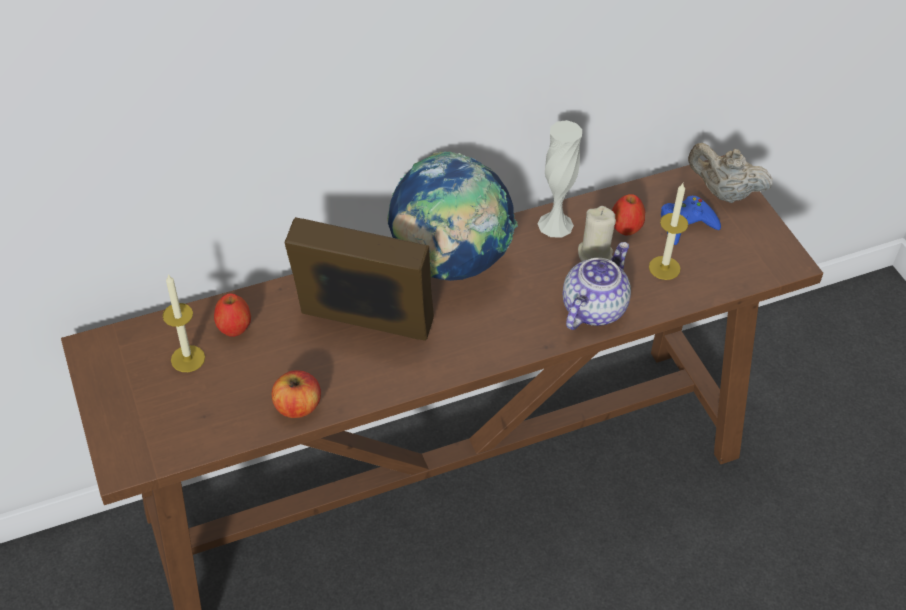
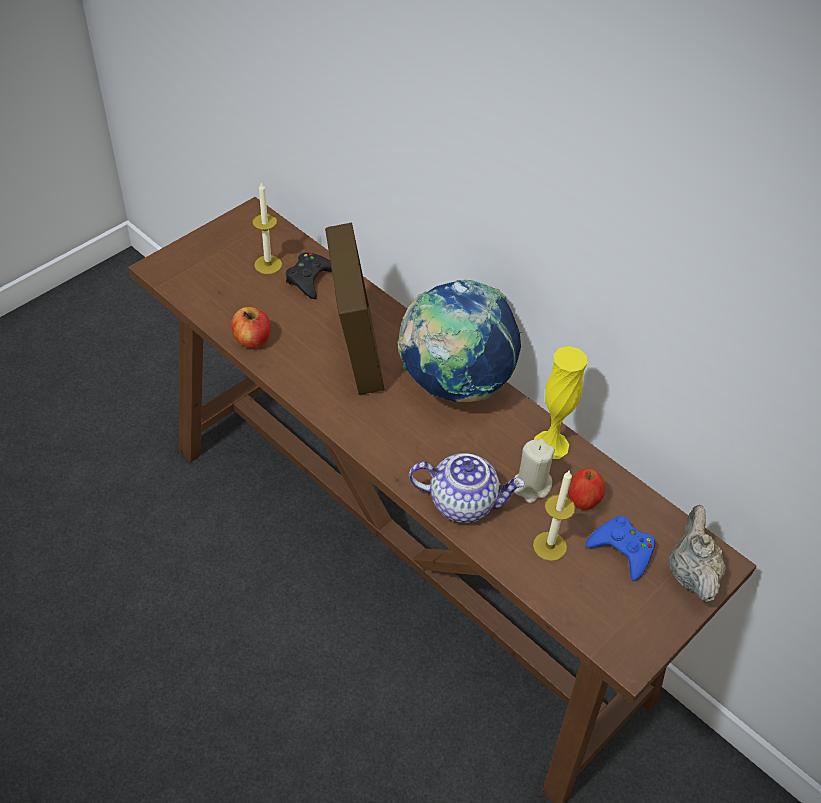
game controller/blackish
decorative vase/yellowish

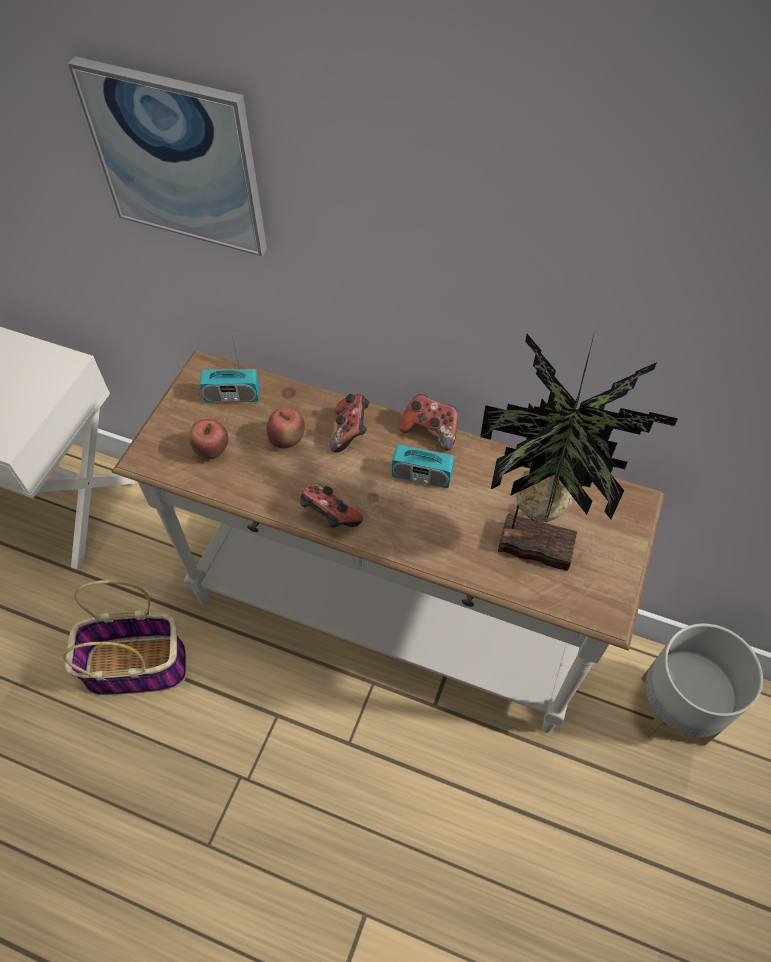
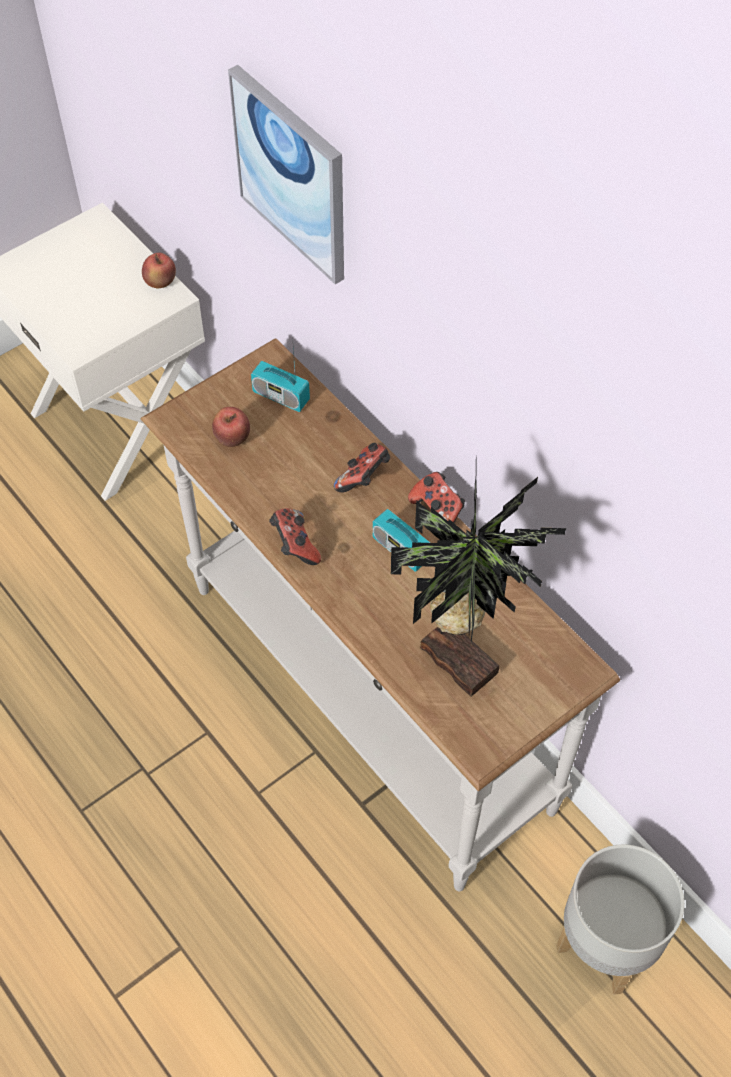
storage basket
apple (no. 1 from left)

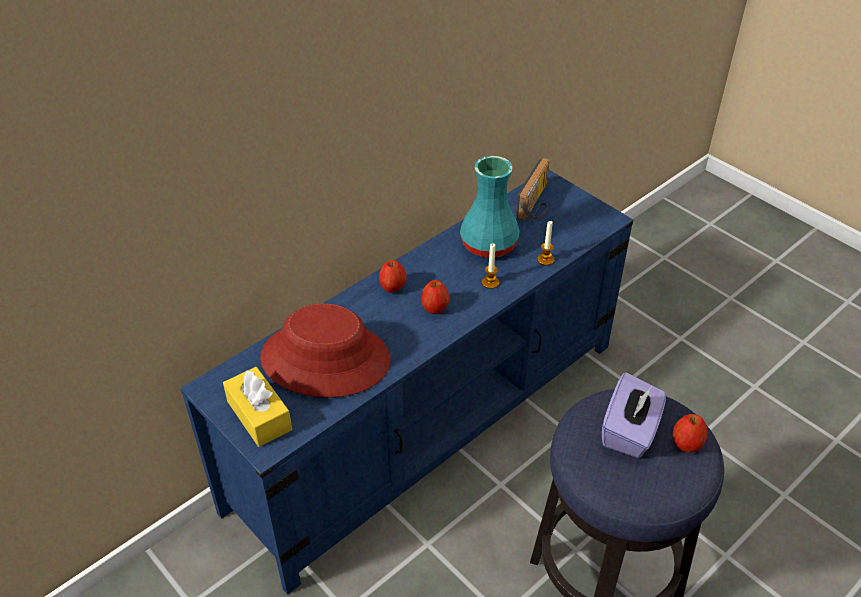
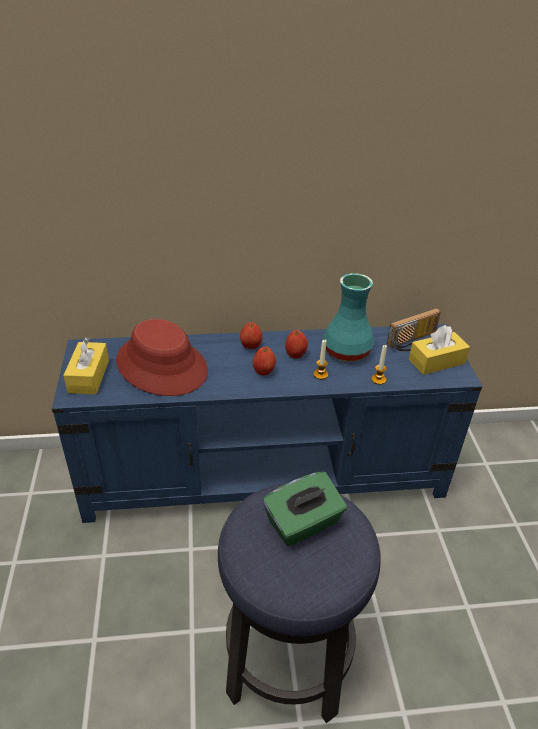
tissue holder/yellowish (no. 2 from left)
apple (no. 3 from left)
tissue holder/green

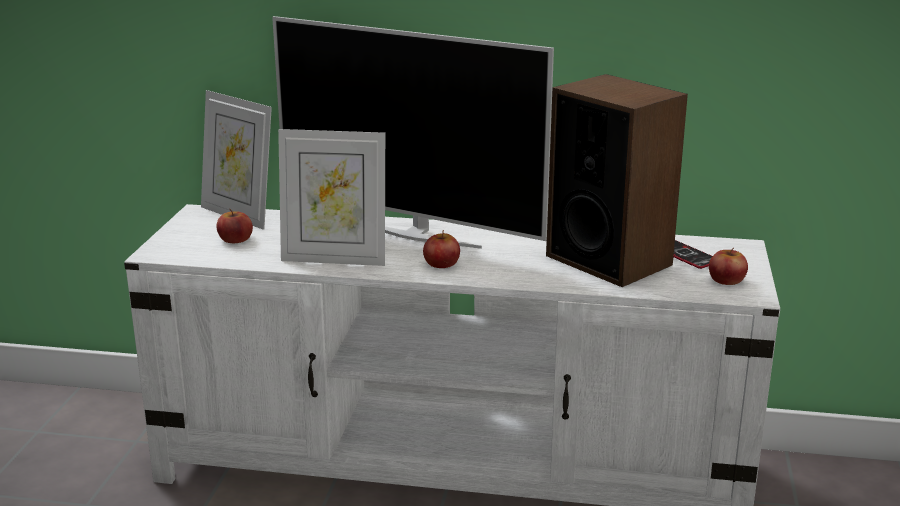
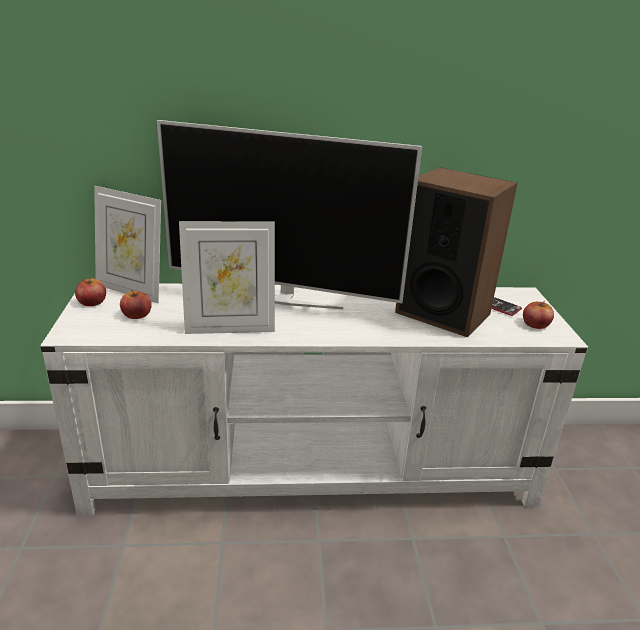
apple (no. 1 from left)

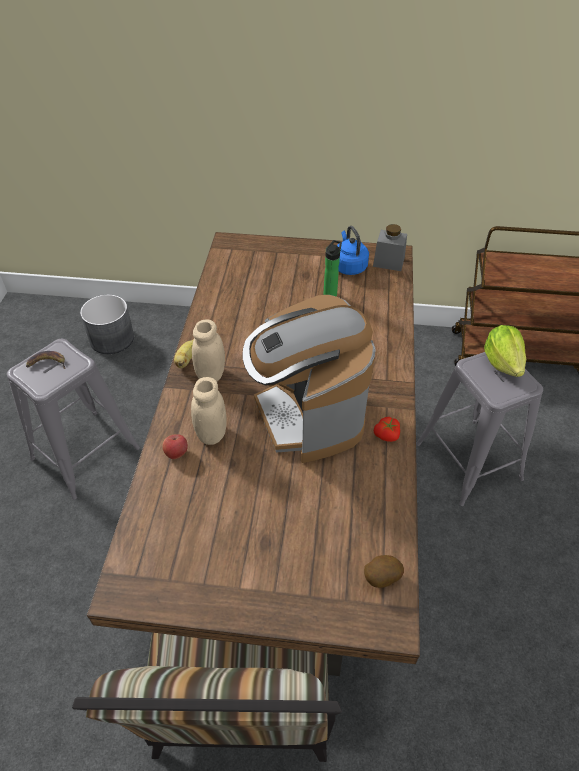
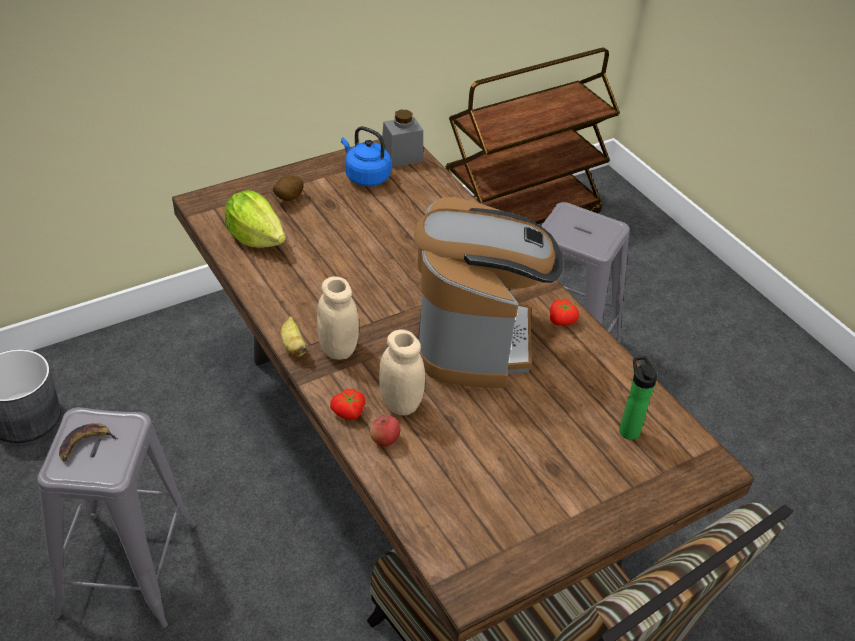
tomato (no. 1 from left)
bottle
spud
head of lettuce
coffee brewer

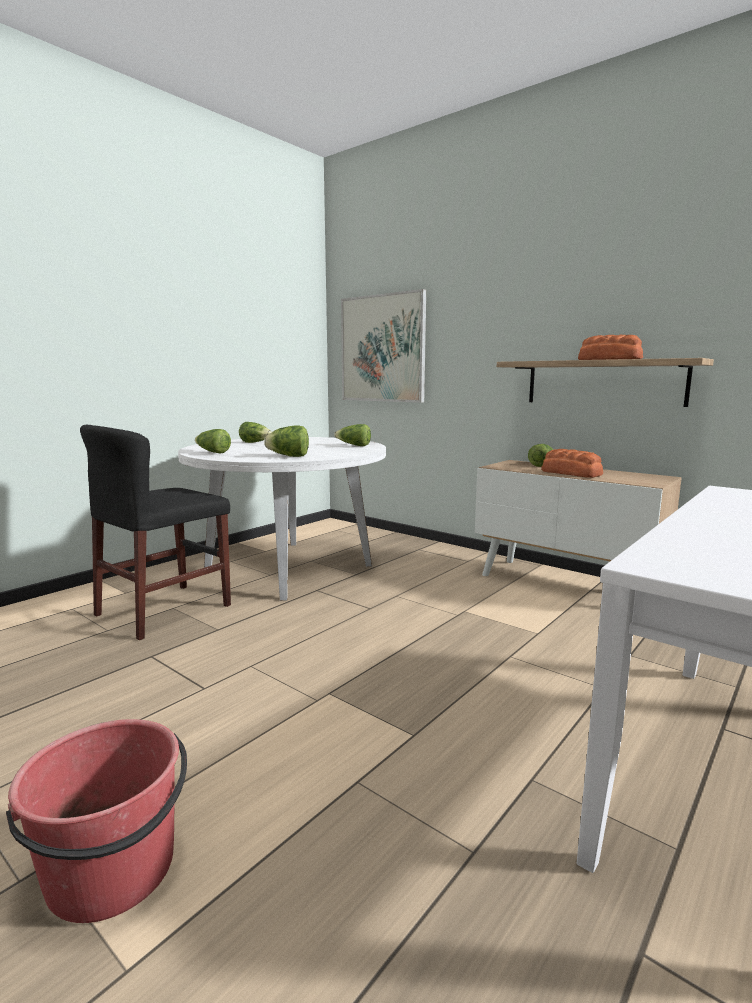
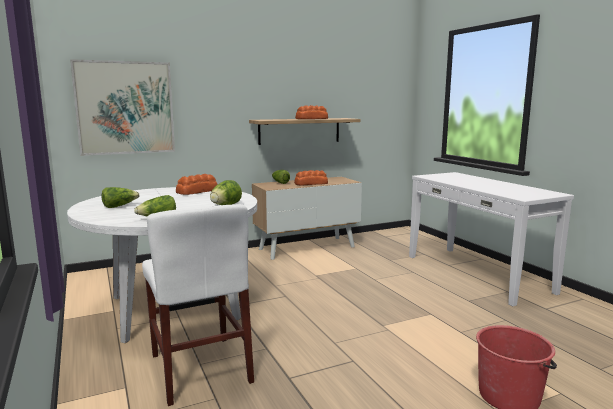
bread (no. 1 from left)
plain chair/whitish

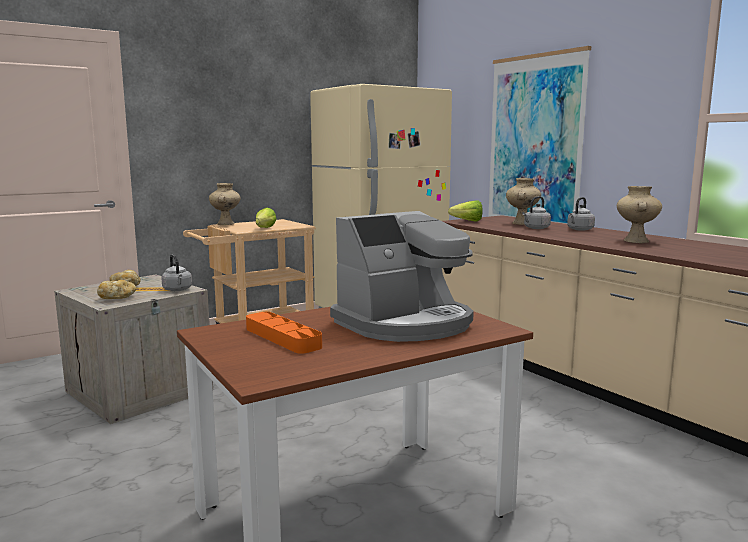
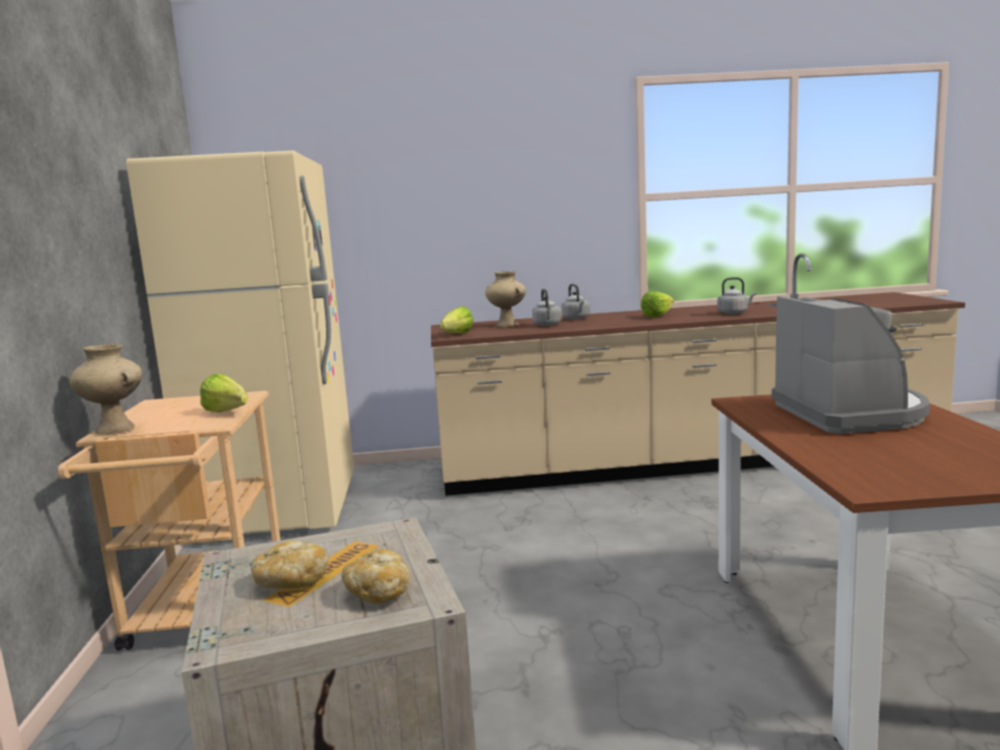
tray/orange-coloured
wall picture
tea kettle/gray (no. 3 from left)
head of lettuce (no. 3 from left)

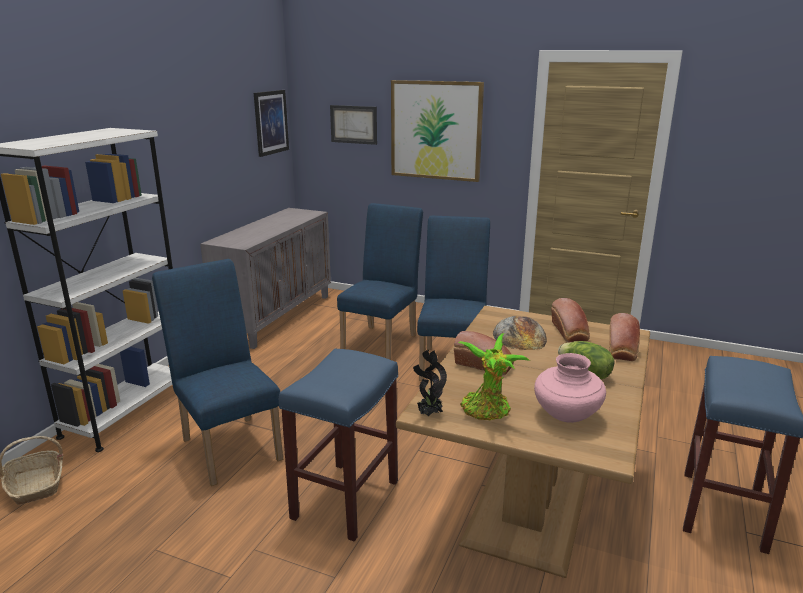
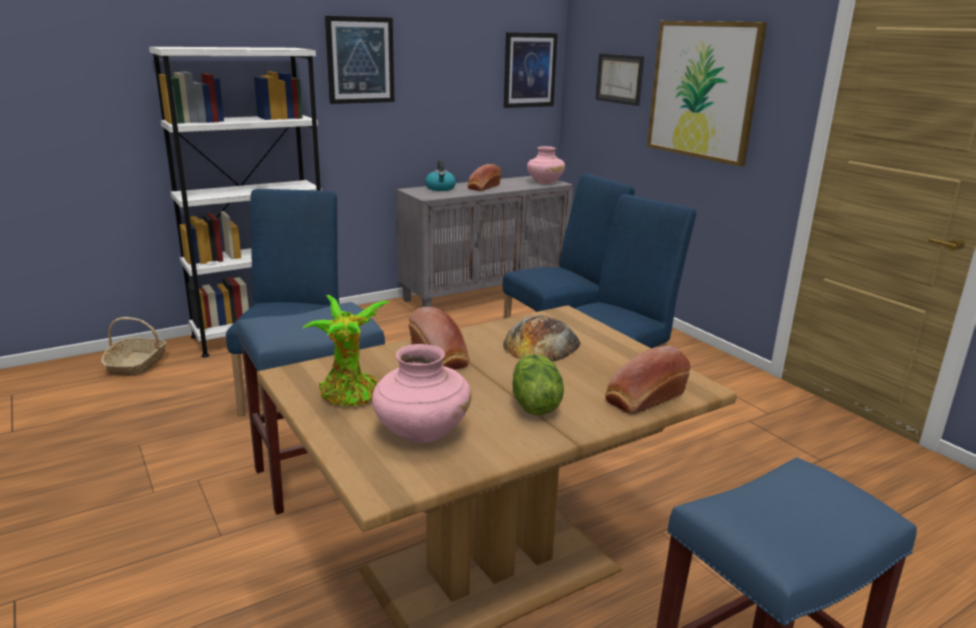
potted plant (no. 1 from left in the first image)
wall picture (no. 1 from left)
tea kettle
decorative vase/pink-coloured (no. 2 from left)
bread (no. 2 from left)

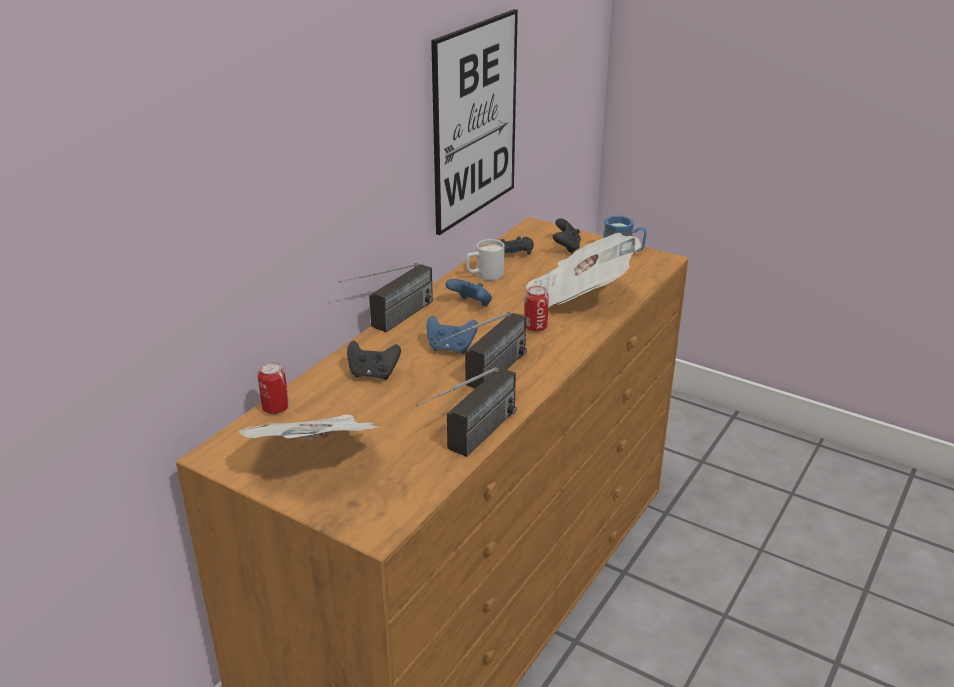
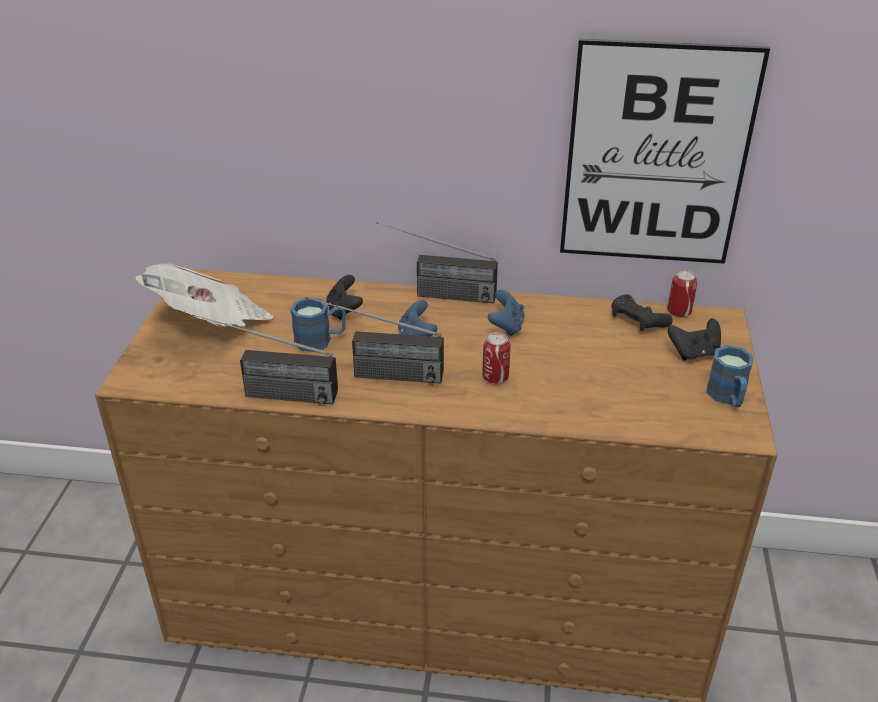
coffee mug/whitish
daily paper (no. 2 from left in the first image)
coffee mug/bluish (no. 1 from left)
can (no. 2 from left)

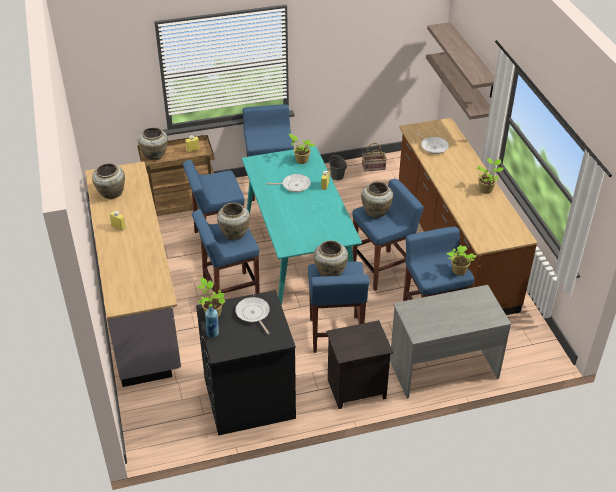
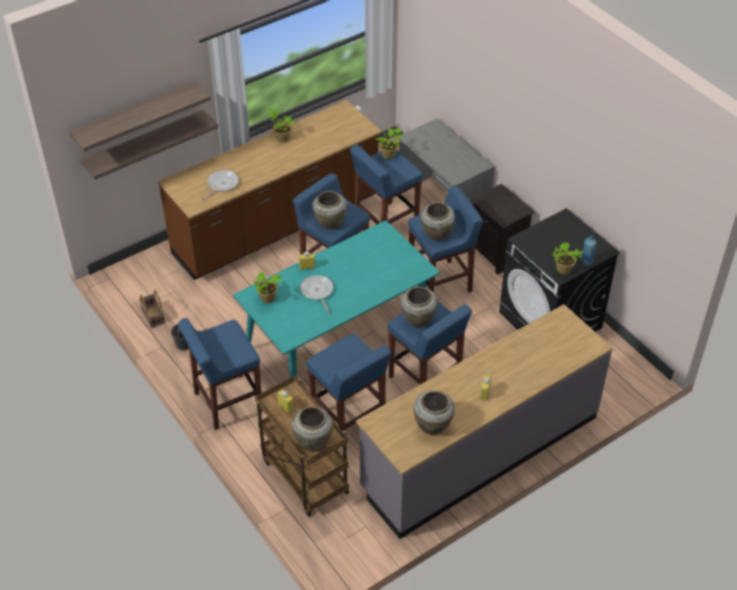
frying pan (no. 1 from left in the first image)

